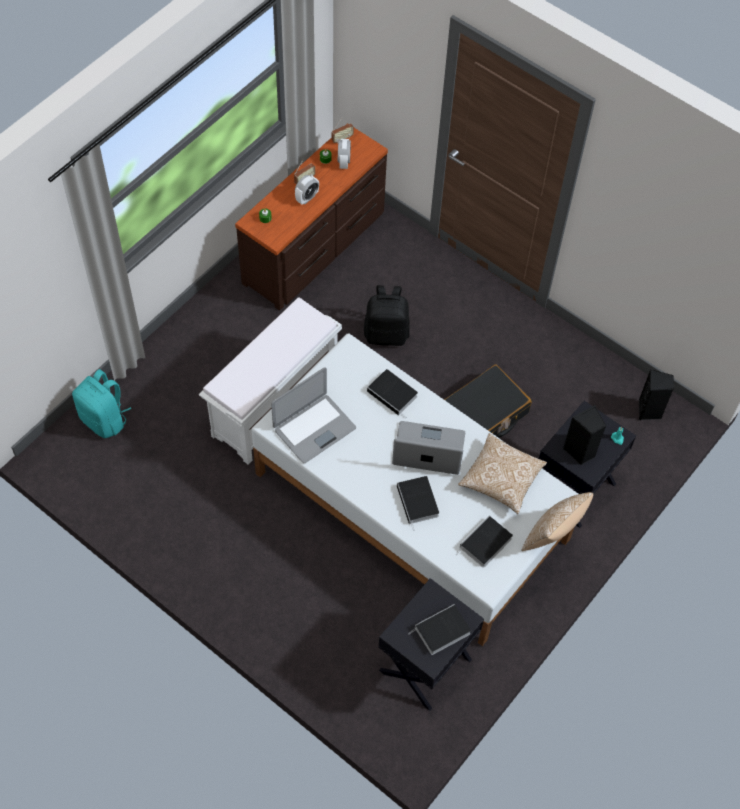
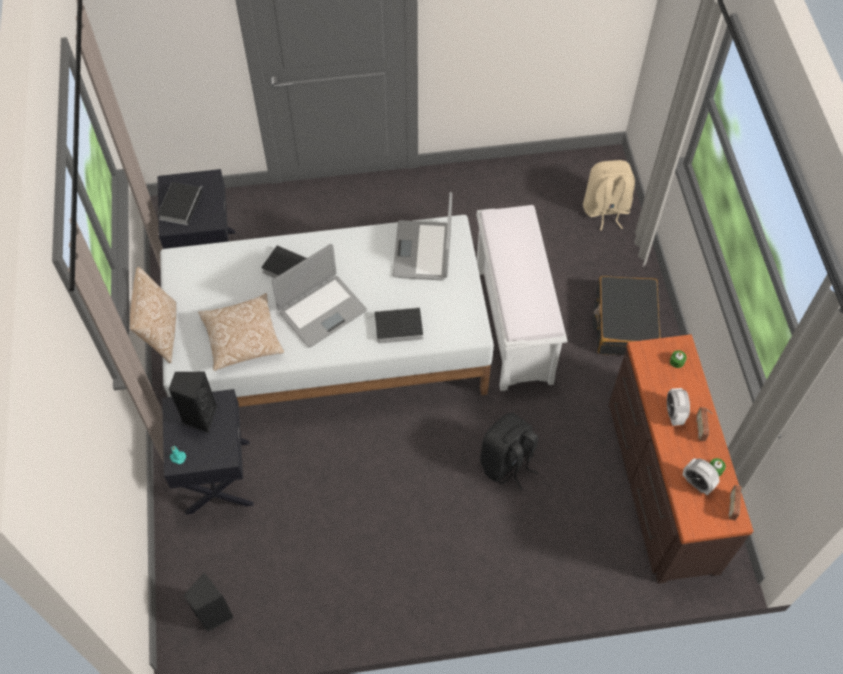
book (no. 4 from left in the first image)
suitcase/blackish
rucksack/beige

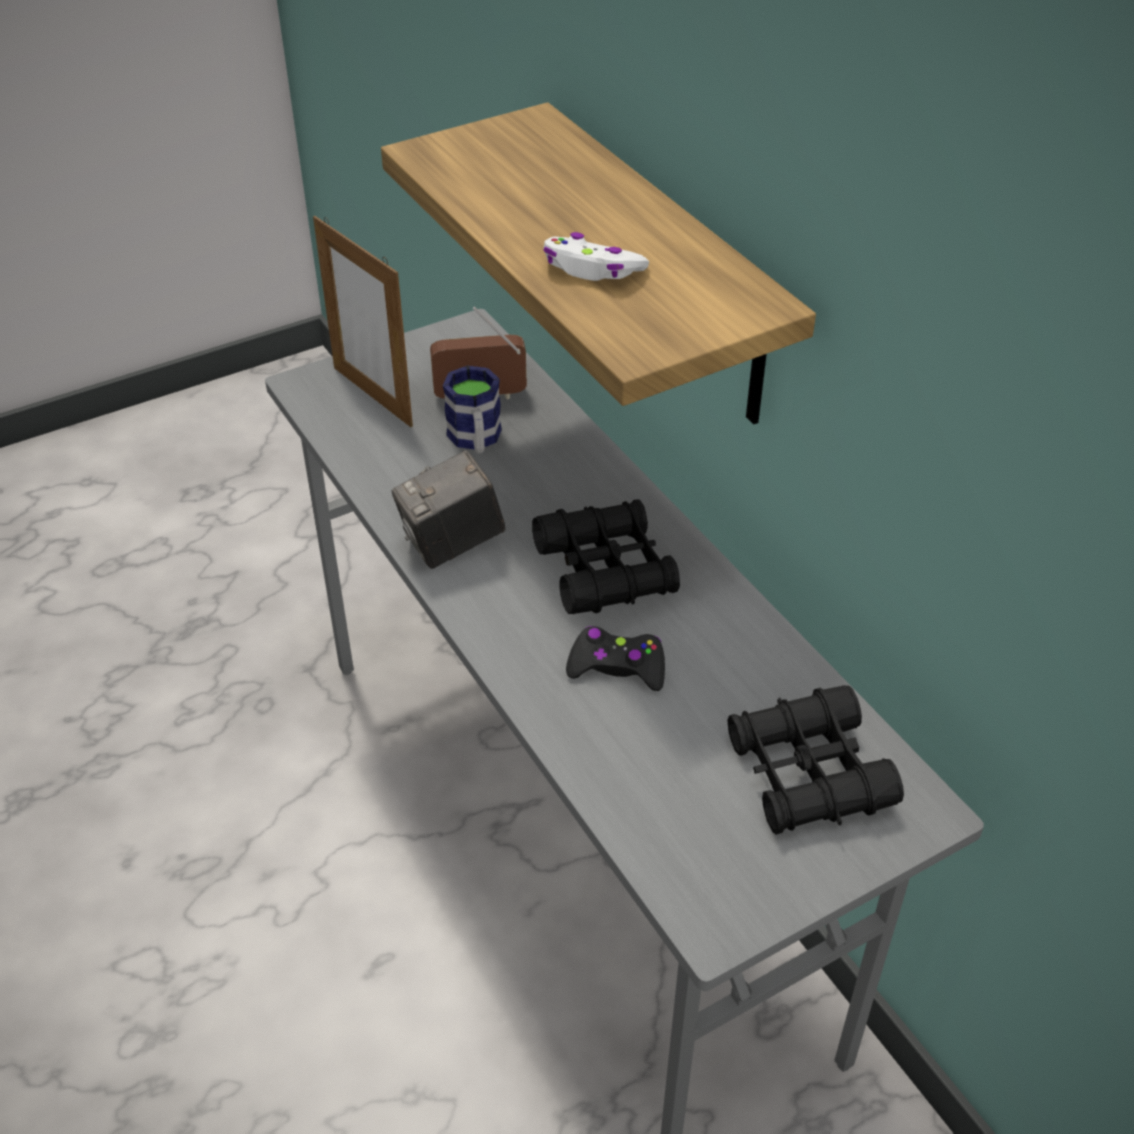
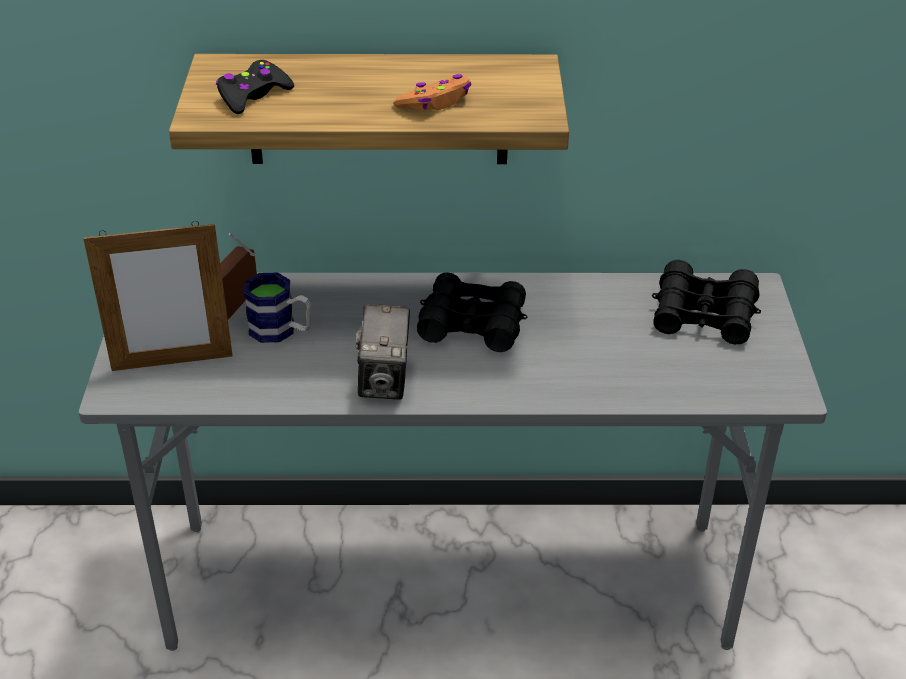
game controller/blackish
game controller/orange-coloured

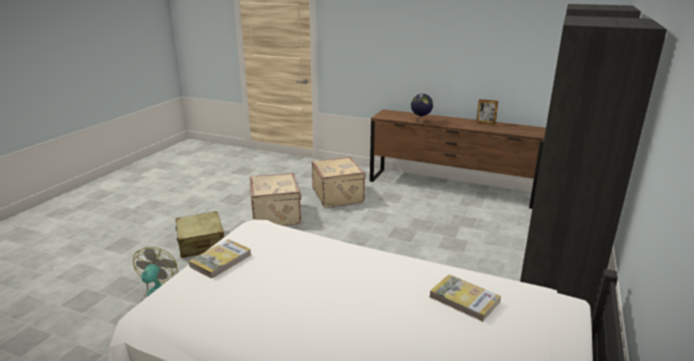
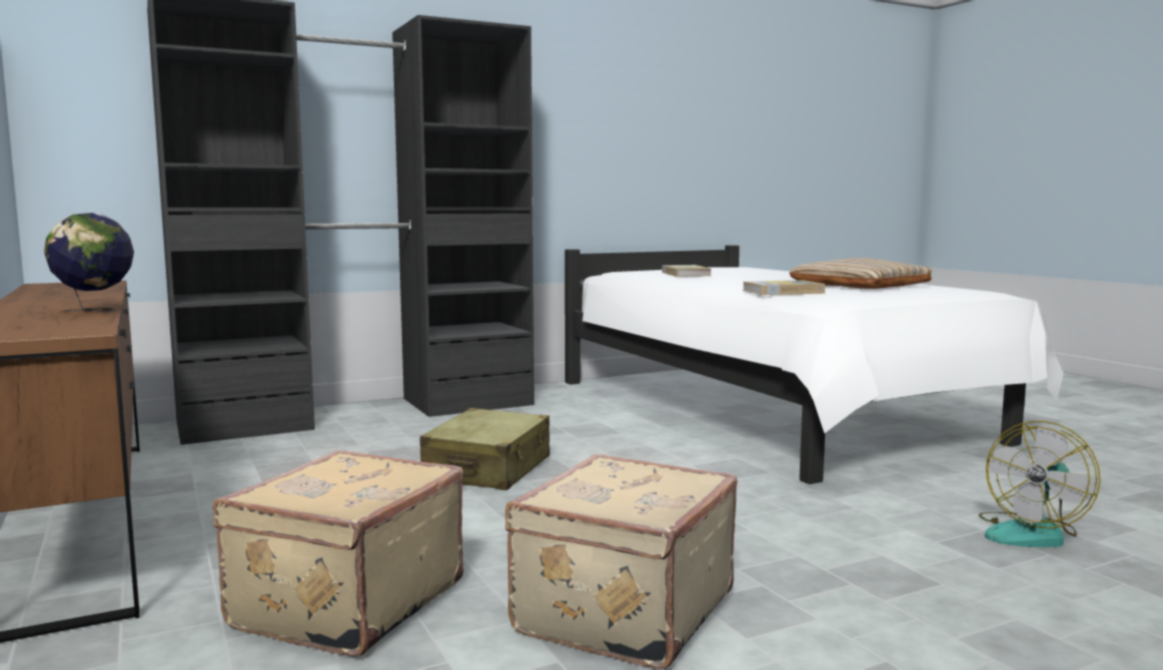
picture frame
throw pillow/beige
suitcase/beige (no. 2 from left)
book (no. 2 from left)

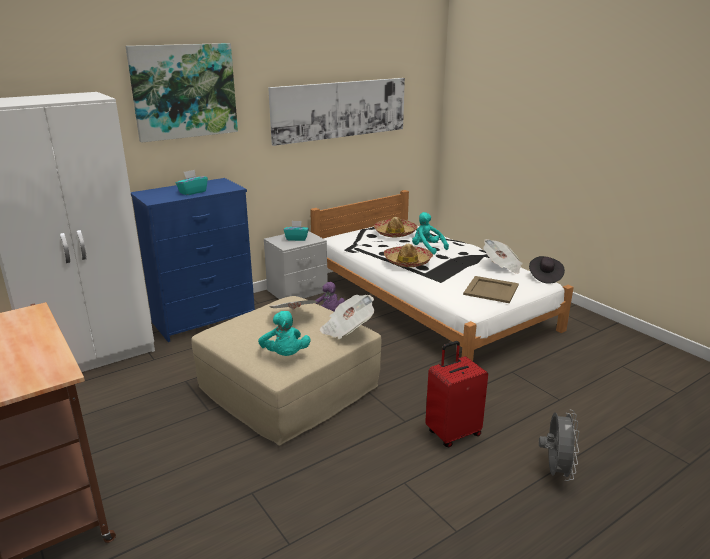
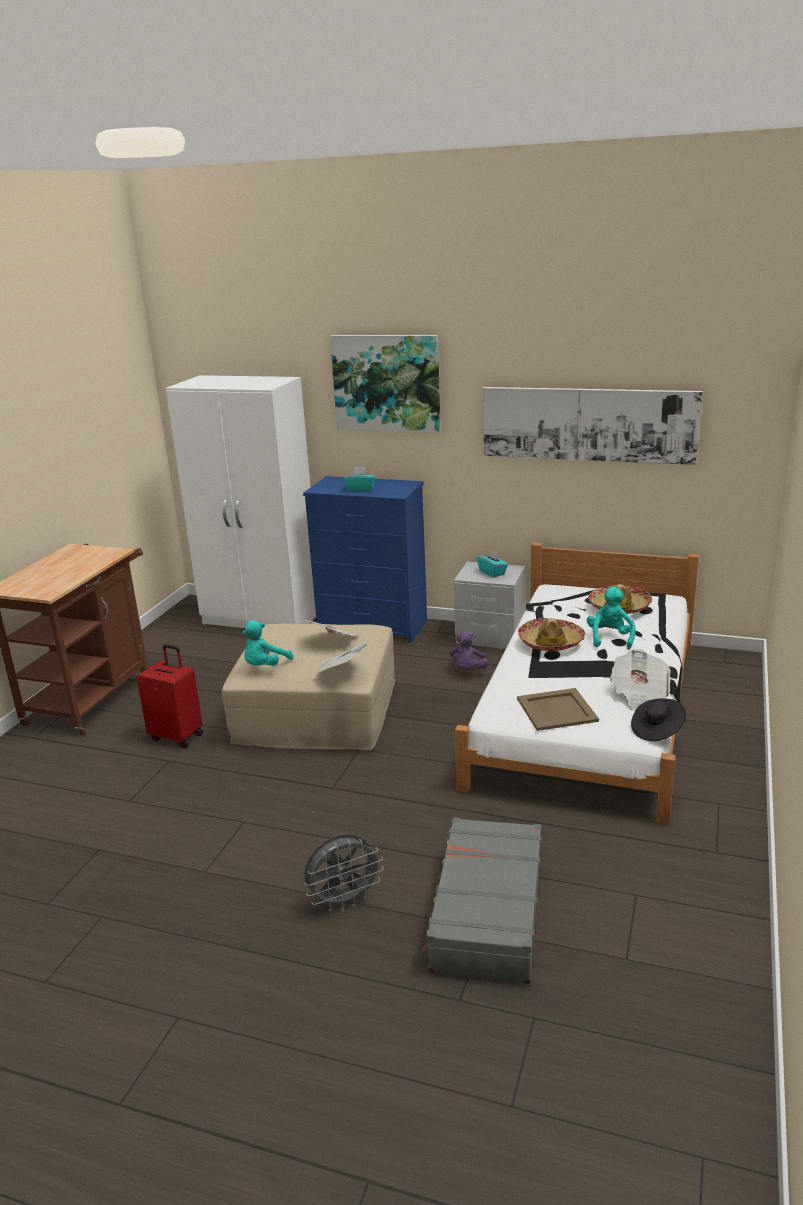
suitcase/gray
suitcase/red

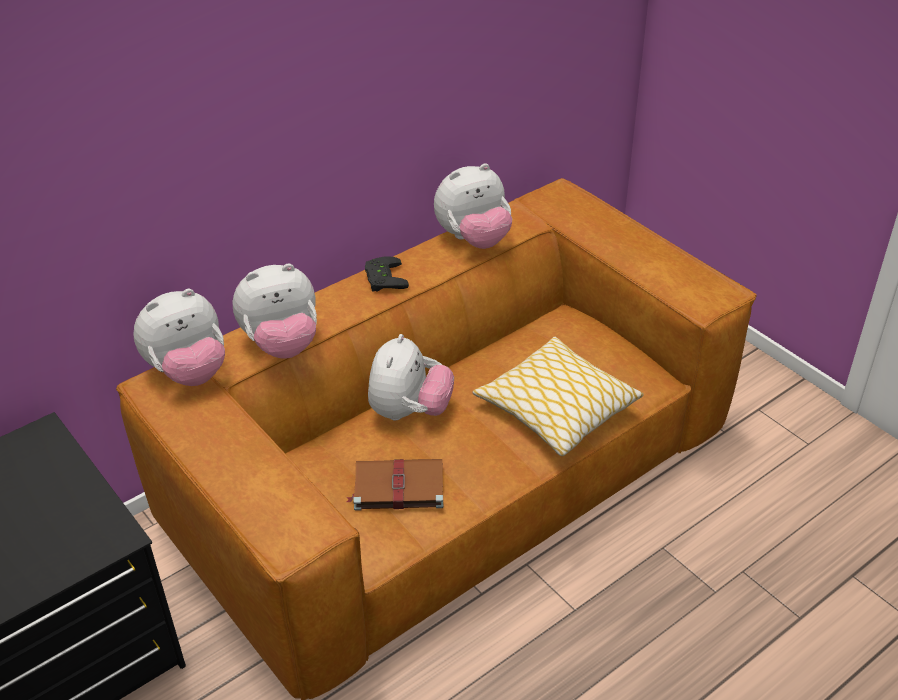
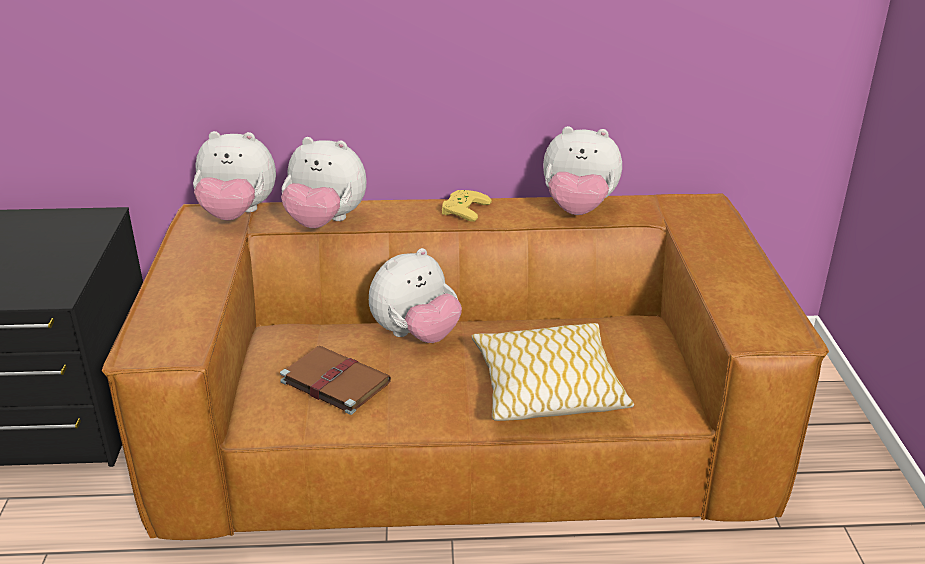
game controller/yellowish

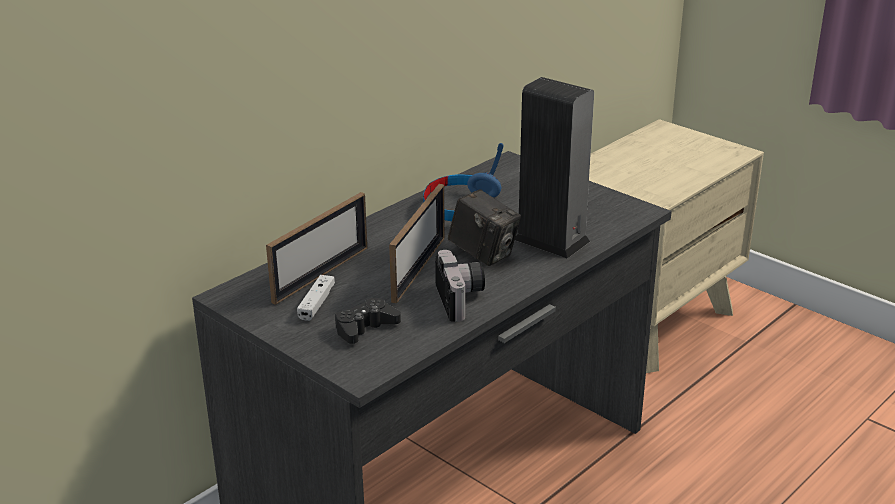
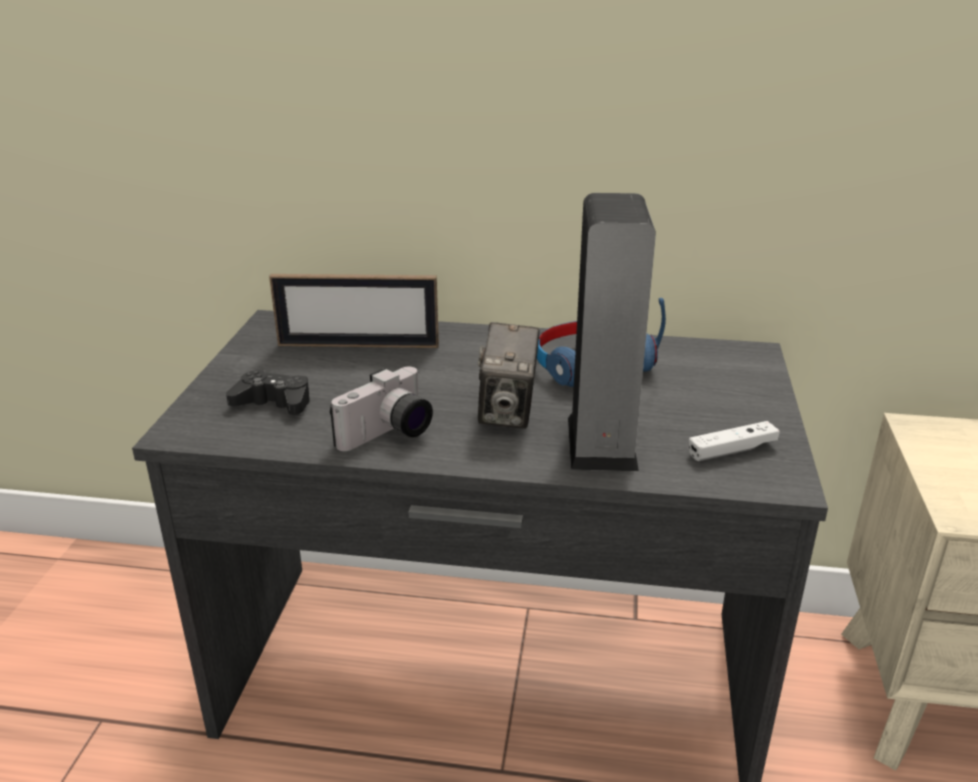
picture frame (no. 2 from left in the first image)
game controller/whitish

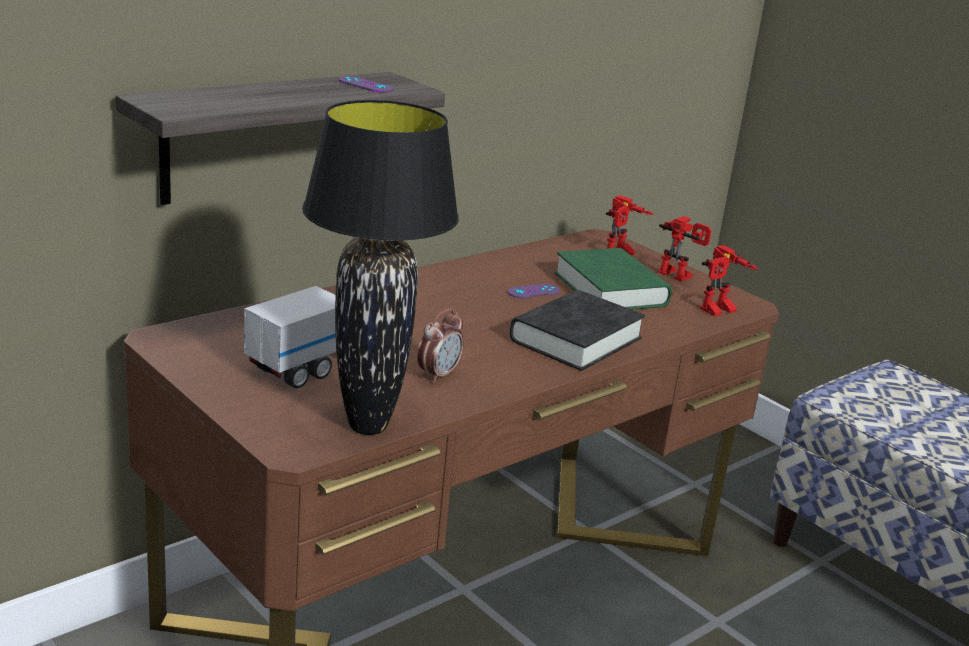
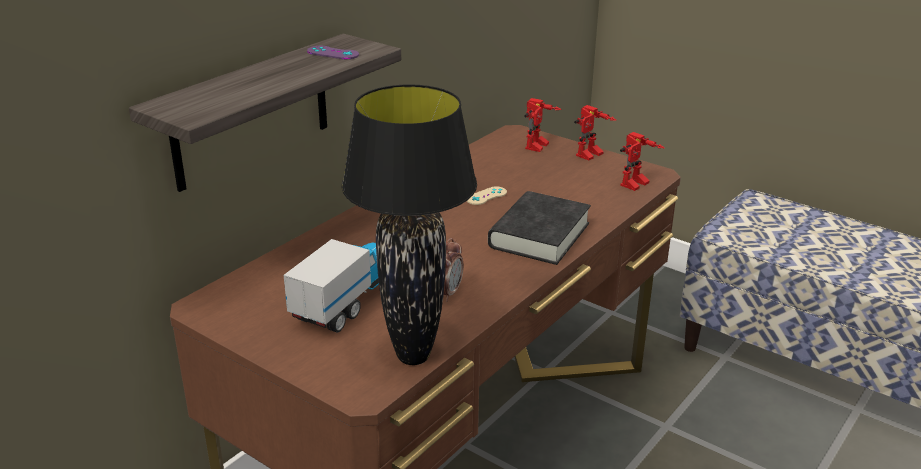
book/green
game controller/beige
model robot (no. 2 from left)

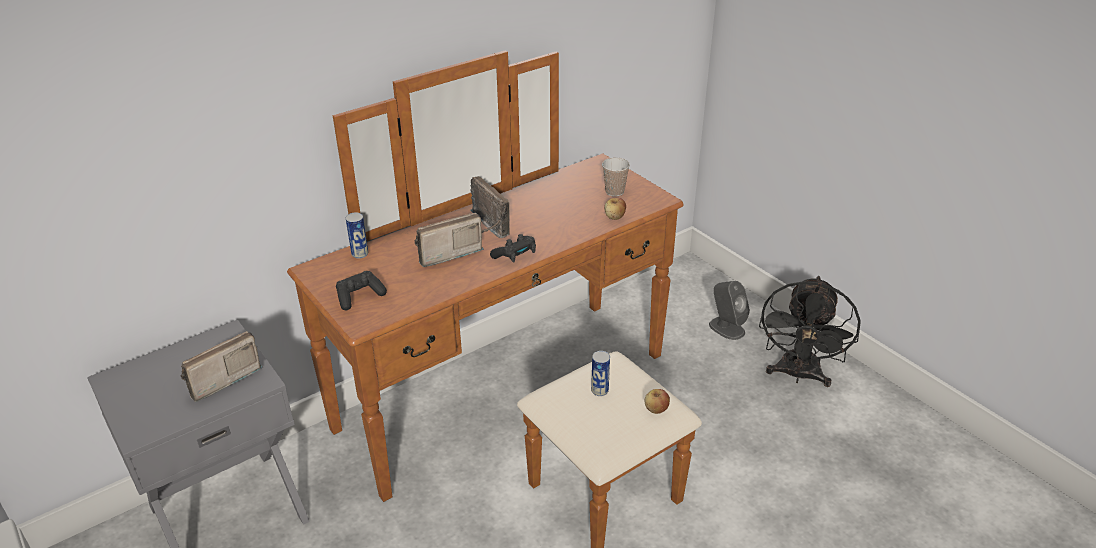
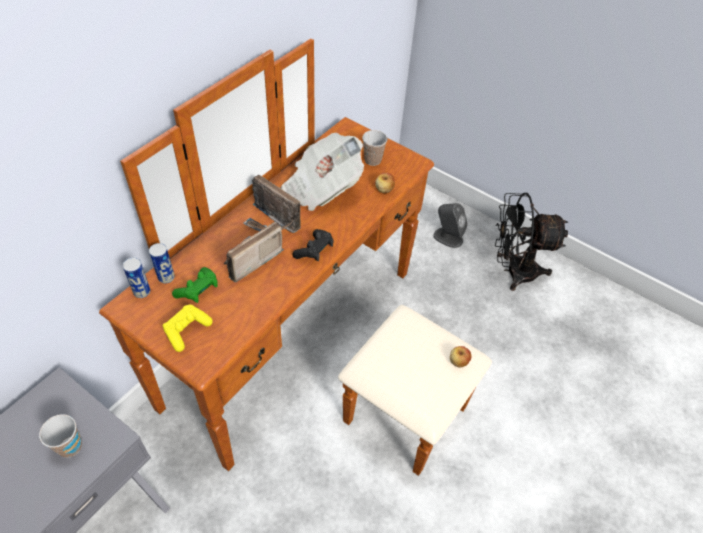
game controller/green
daily paper
can (no. 1 from left)
cup (no. 1 from left)
game controller/yellowish
cooling fan/blackish

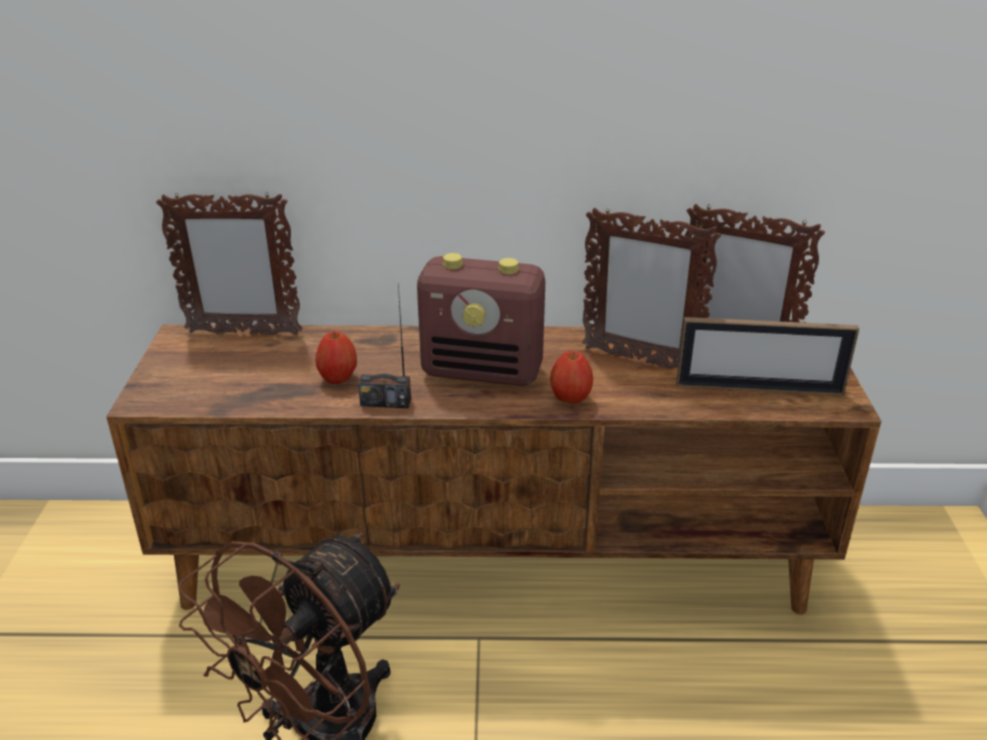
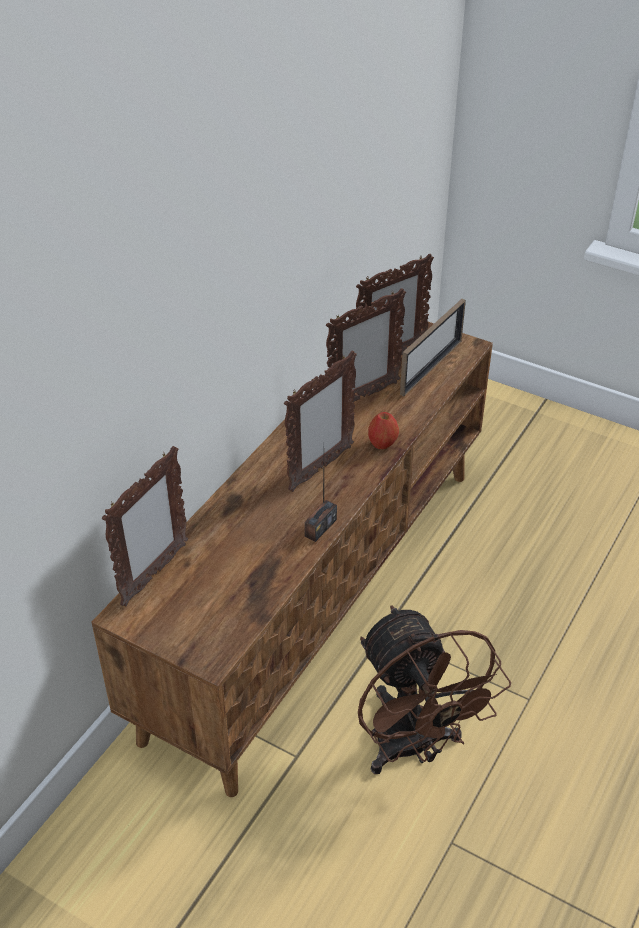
apple (no. 1 from left in the first image)
picture frame (no. 2 from left)

